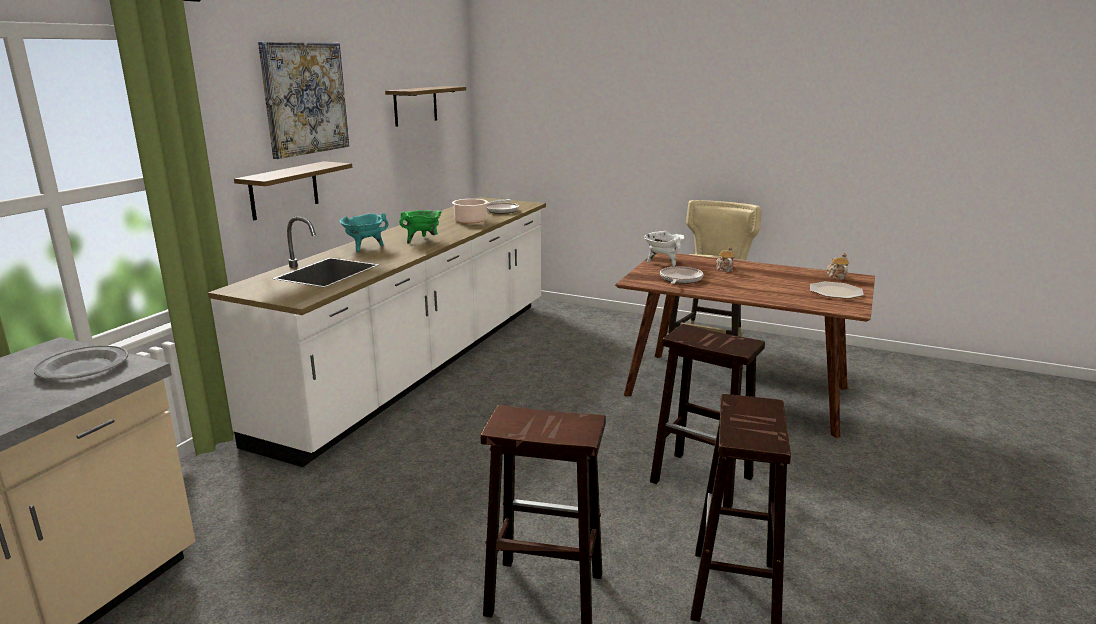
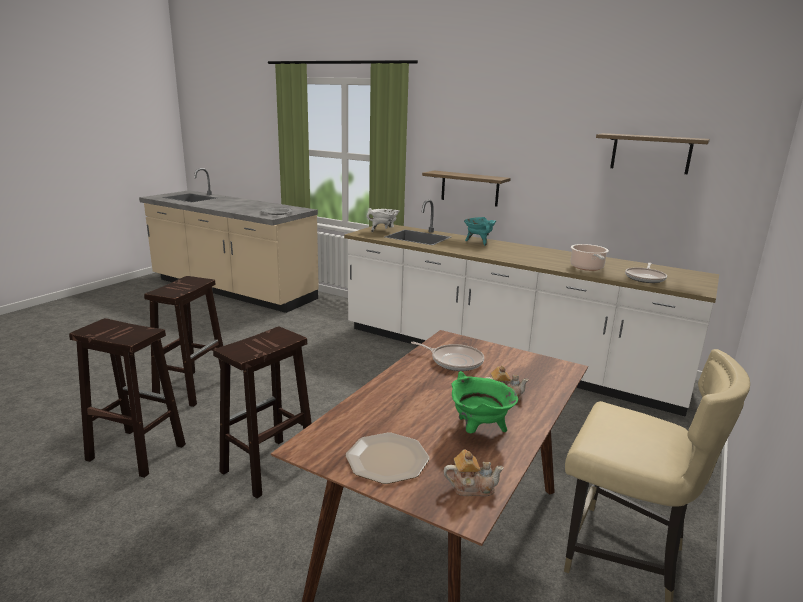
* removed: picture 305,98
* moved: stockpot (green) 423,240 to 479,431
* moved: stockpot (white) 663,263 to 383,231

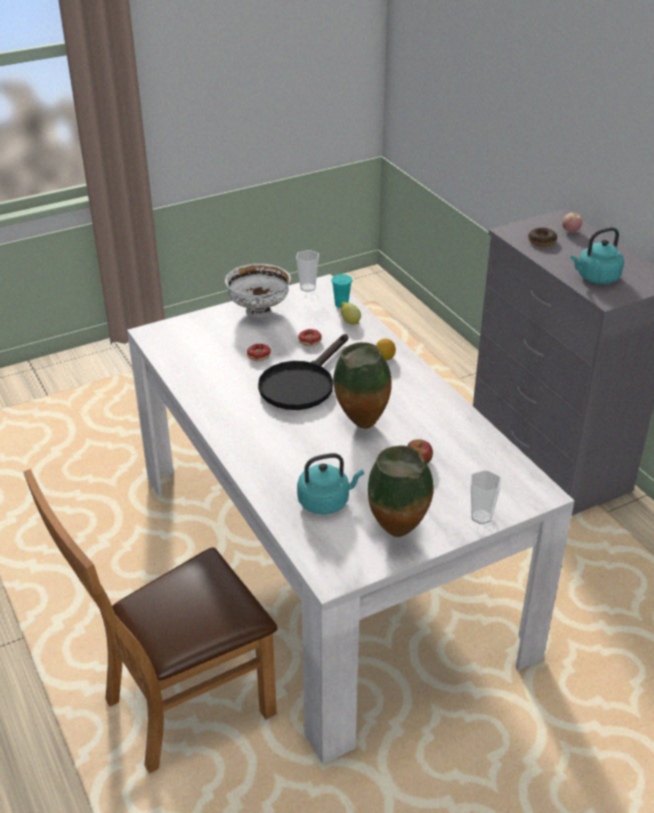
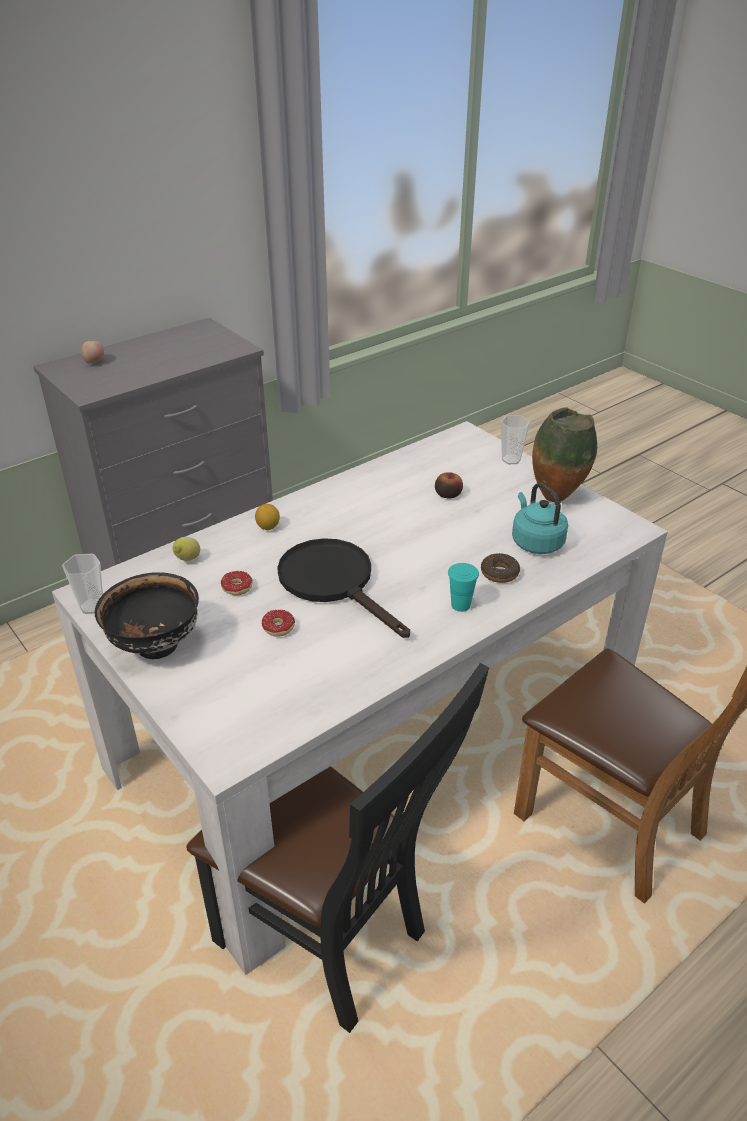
* removed: decorative vase 361,425
* removed: water kettle (turquoise-coloured) 596,278
* added: plain chair (black) 332,941
* moved: cup (turquoise-coloured) 341,304 to 460,605
* moved: doughnut 542,241 to 499,573
* recoloured: serving bowl (white) 258,310 to serving bowl (black) 155,647
* turned: skillet (black) 301,384 = 334,583 150 degrees counterclockwise

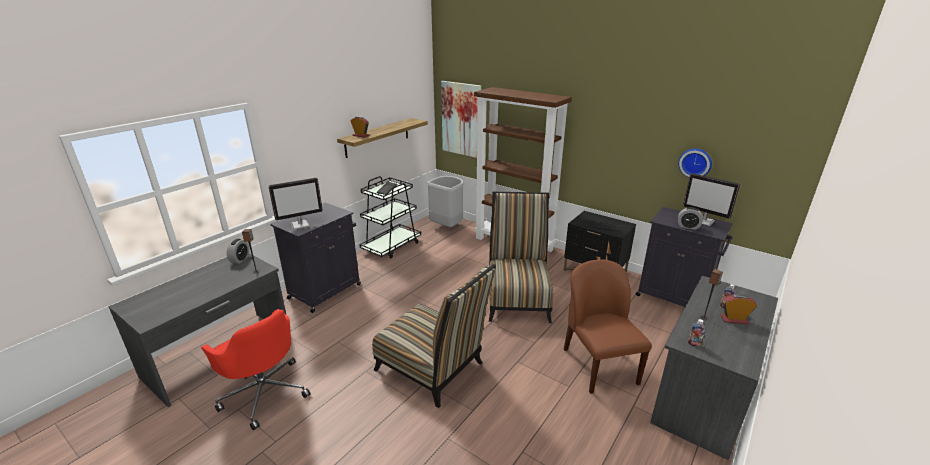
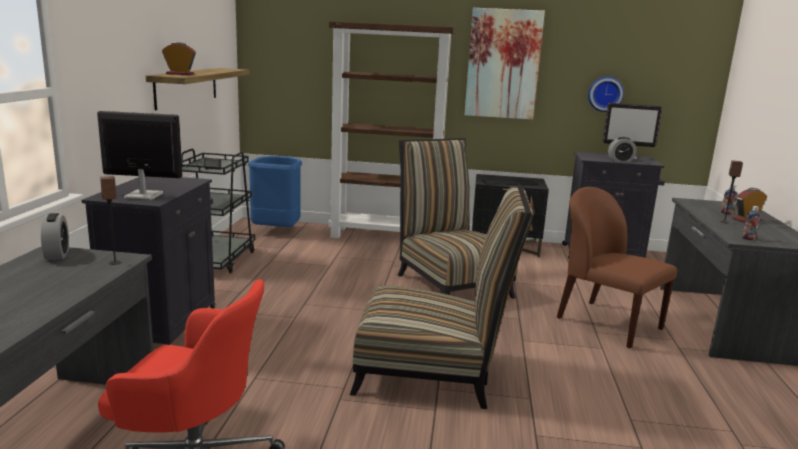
* moved: picture 461,119 to 503,64
* recoloured: trash can (greyish) 447,227 to trash can (blue-coloured) 277,231
* turned: computer screen 300,225 = 143,195 120 degrees counterclockwise

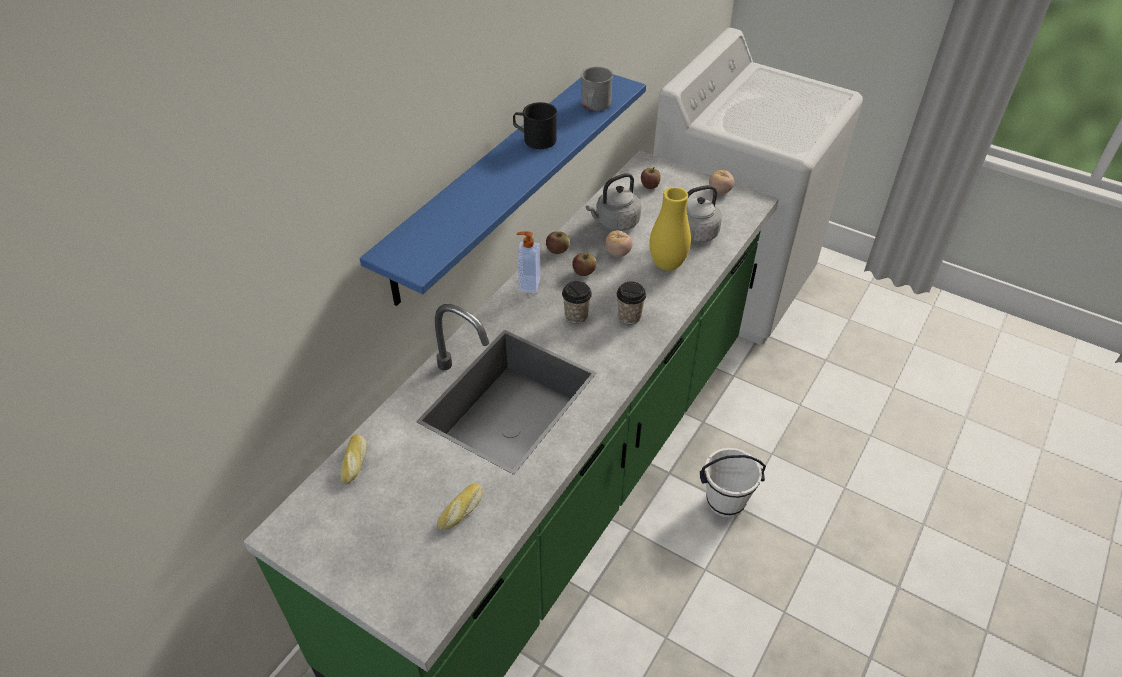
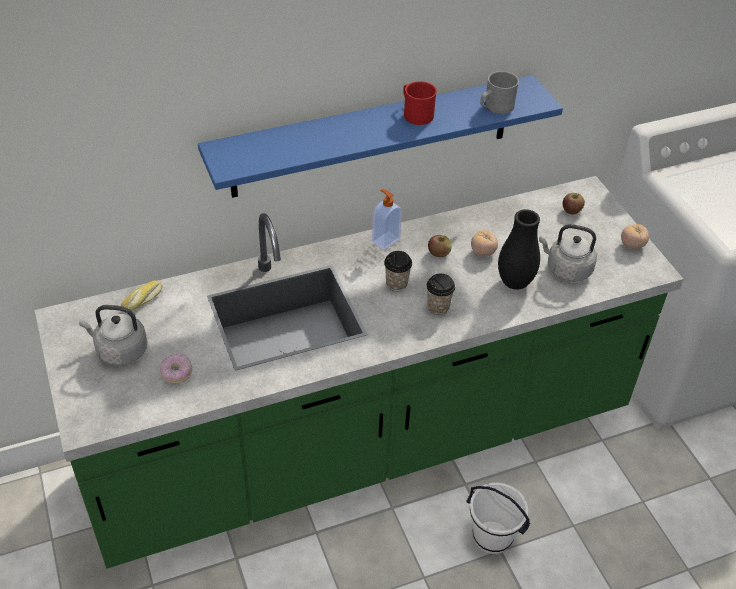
* removed: whole apple 557,250
* moved: water kettle (greyish) 615,223 to 119,350
* replaced: baked bread 461,511 to doughnut 176,373
* recoloured: coffee mug (black) 535,139 to coffee mug (red) 415,113
* recoloured: decorative vase (yellowish) 667,265 to decorative vase (black) 514,283

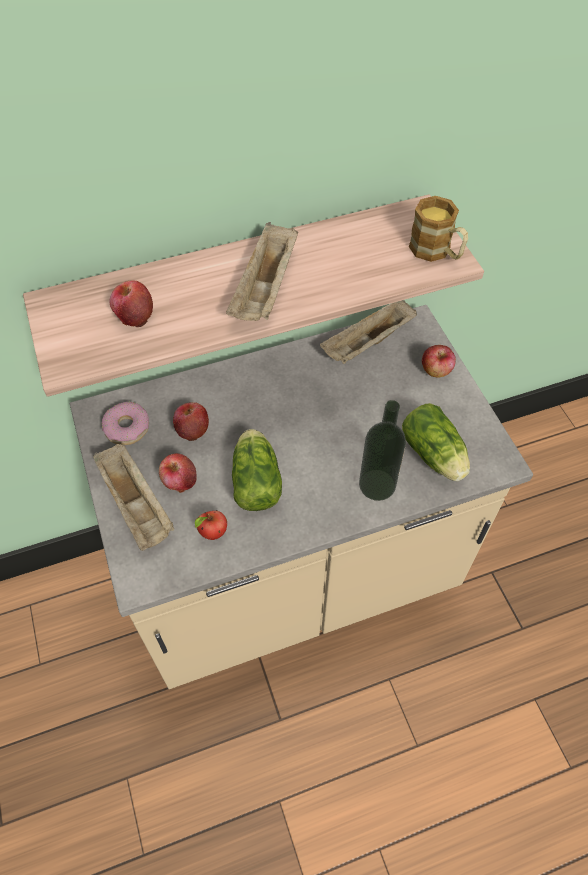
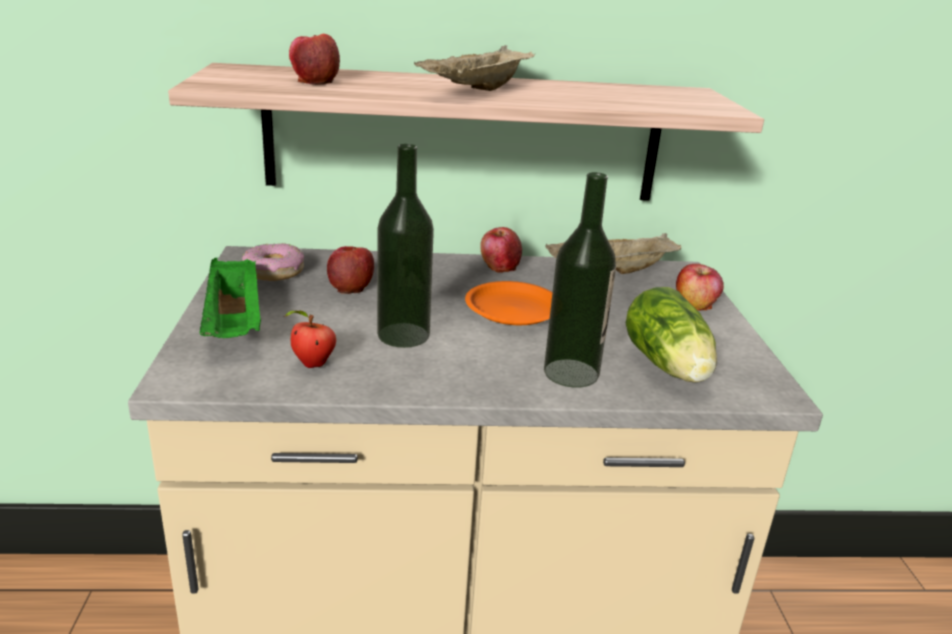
* removed: coffee mug 436,252
* added: dinner plate (orangey) 512,309
* moved: whole apple 179,481 to 499,266
* replaced: head of lettuce 256,479 to bottle 403,335
* recoloured: serving tray (sand-coloured) 137,506 to serving tray (green) 235,324

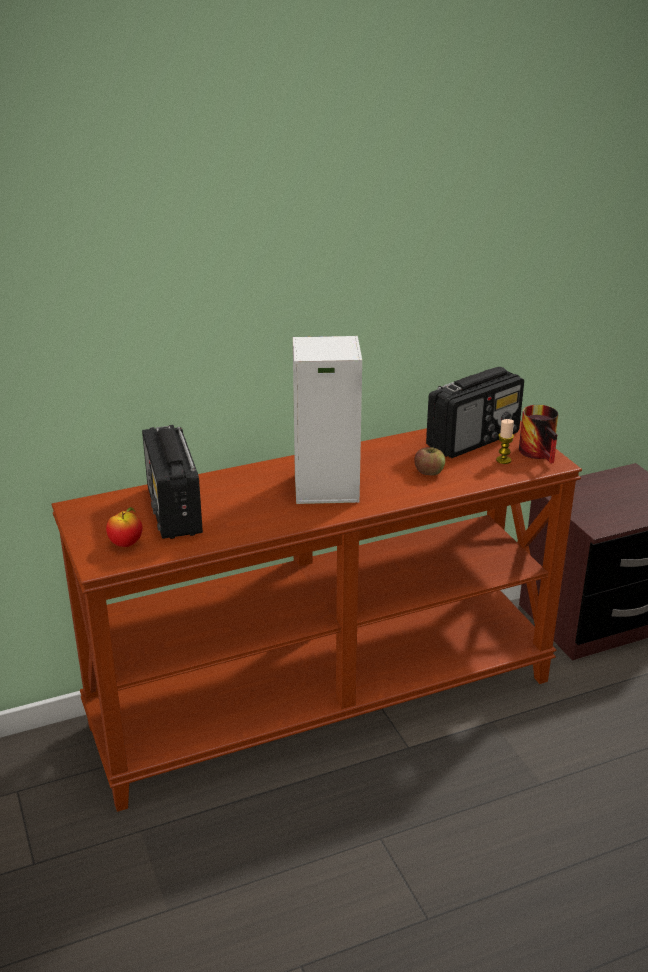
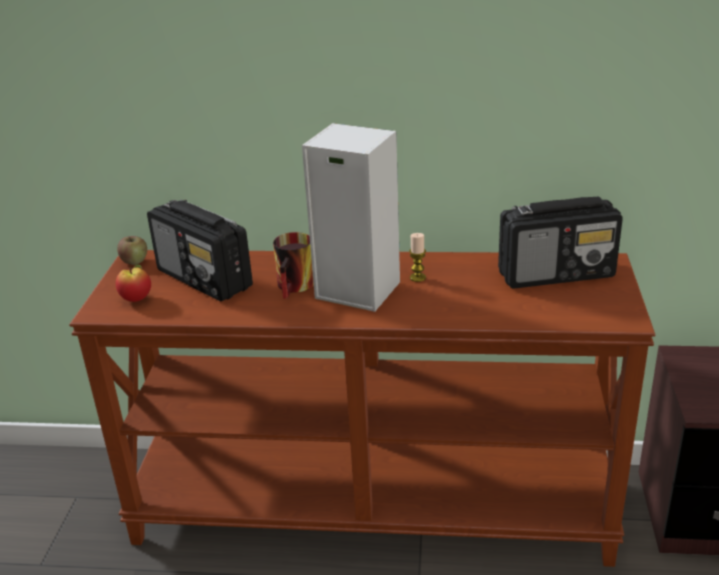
* moved: whole apple 429,472 to 134,261
* moved: candle 503,460 to 417,277
* moved: coffee mug 542,453 to 298,286
* turned: radio receiver 174,511 = 205,279 60 degrees counterclockwise

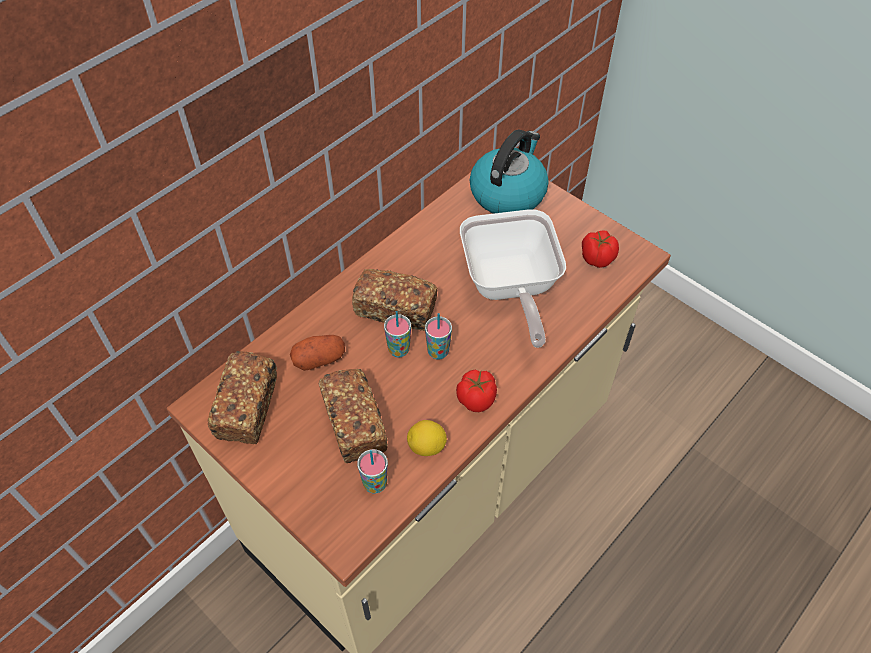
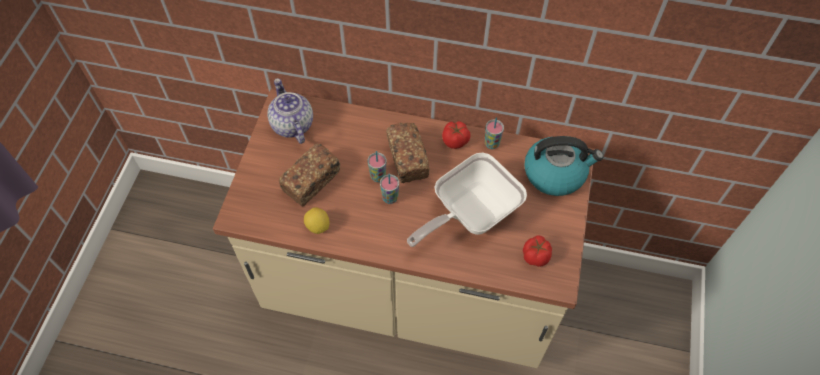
* removed: spud 319,359
* moved: cup 375,484 to 491,144
* moved: tomato 477,398 to 455,141
* replaced: baked bread 248,408 to teapot 291,125

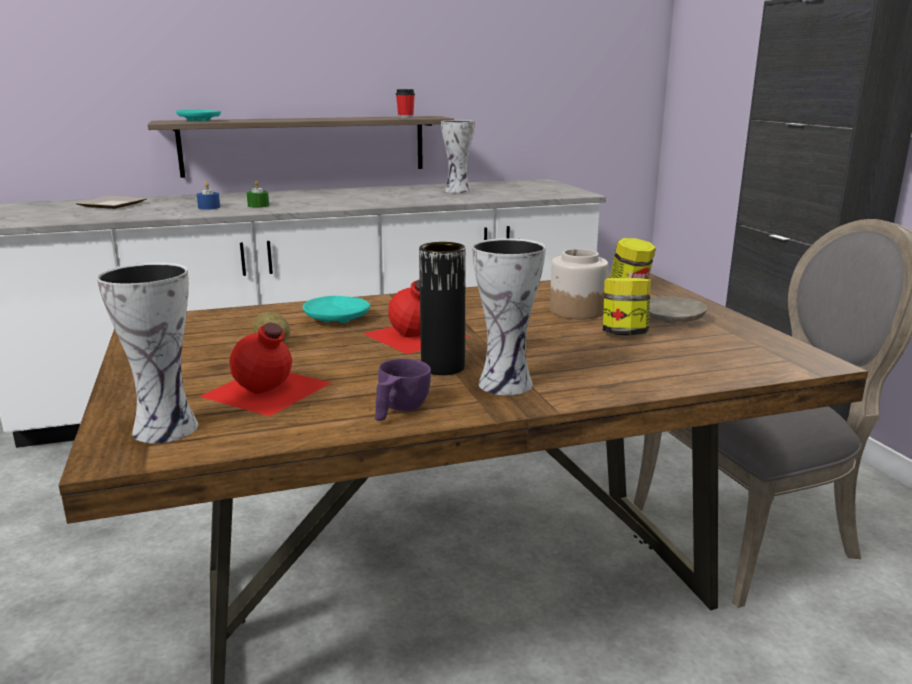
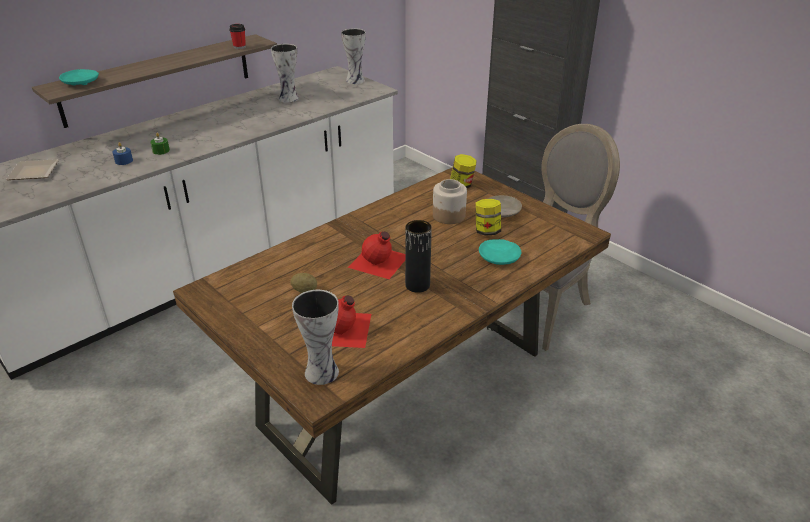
* removed: cup (purple-coloured) 398,410
* moved: dinner plate (turquoise-coloured) 338,318 to 499,257
* moved: decorative vase 508,384 to 356,80

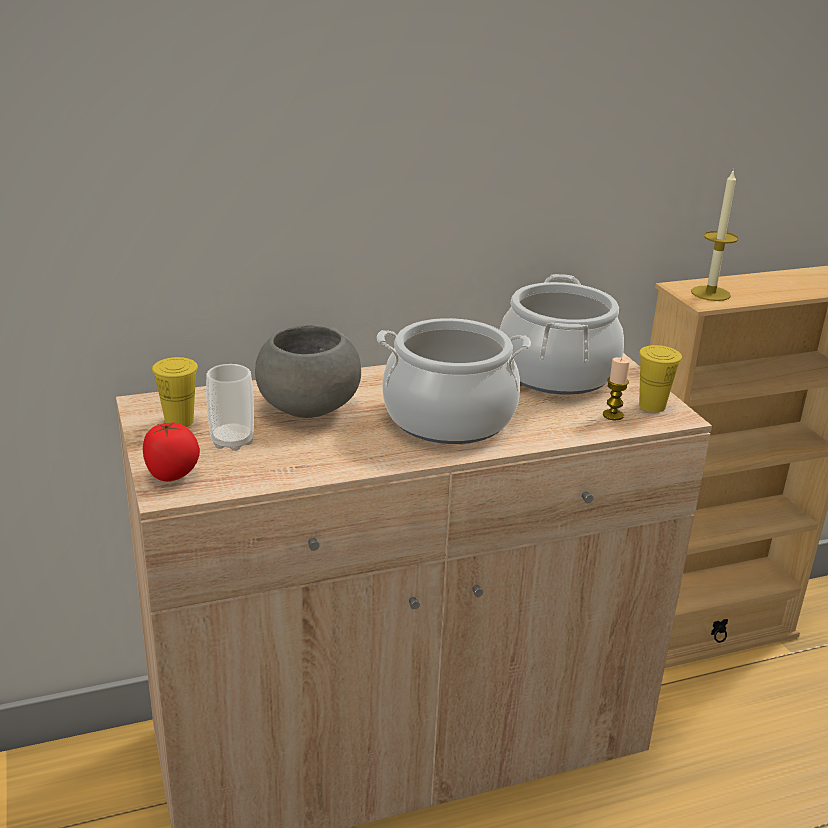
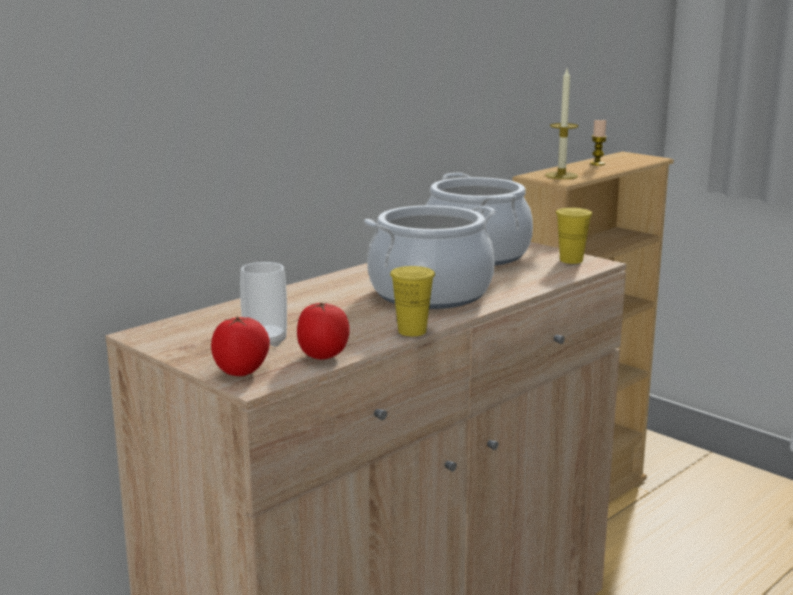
* removed: serving bowl (greyish) 308,408
* added: tomato 323,357
* moved: cup (yellowish) 179,422 to 412,331
* moved: candle 613,415 to 597,164

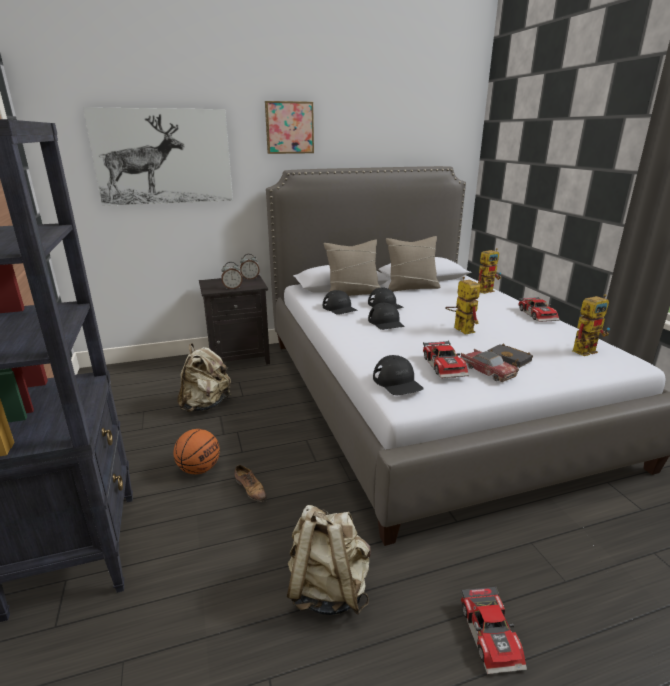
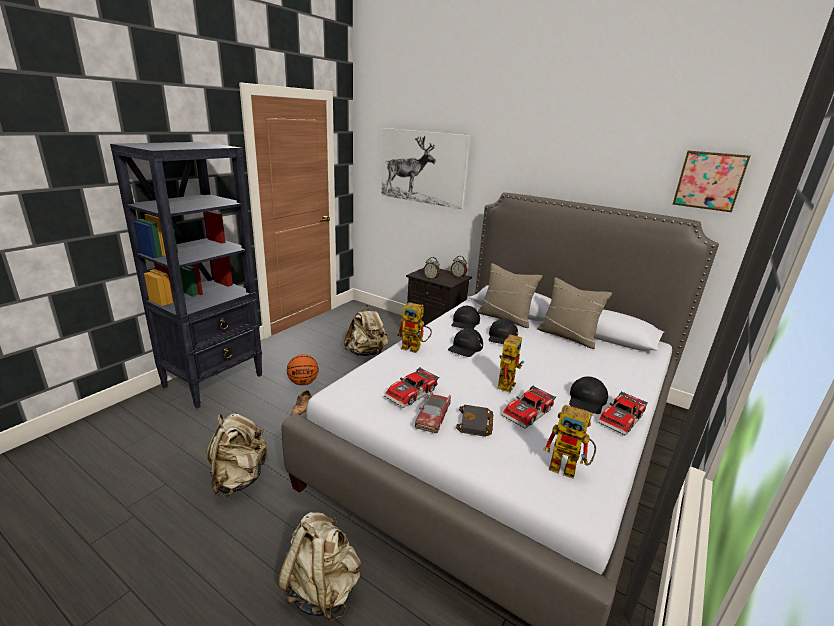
* added: rucksack (sand-coloured) 322,589
* moved: picture 289,128 to 709,180
* moved: cap (black) 397,382 to 587,400
* moved: miniature car 492,634 to 529,413
* moved: toy robot 486,290 to 415,348

